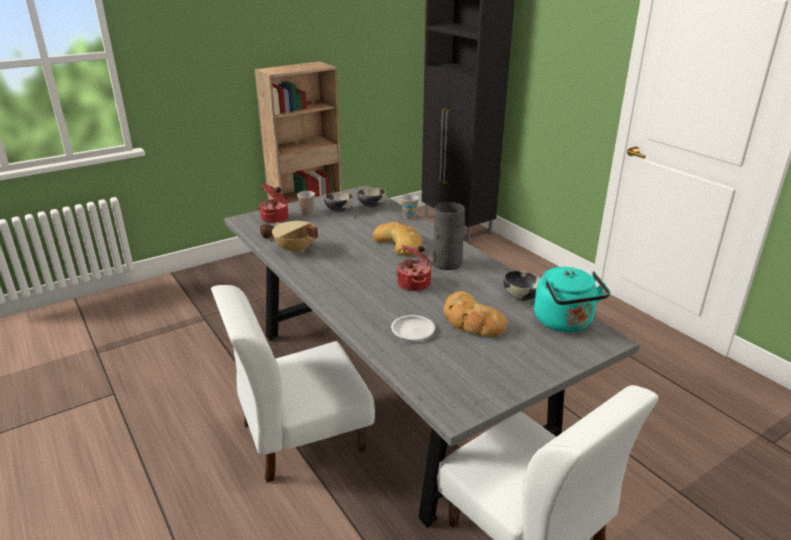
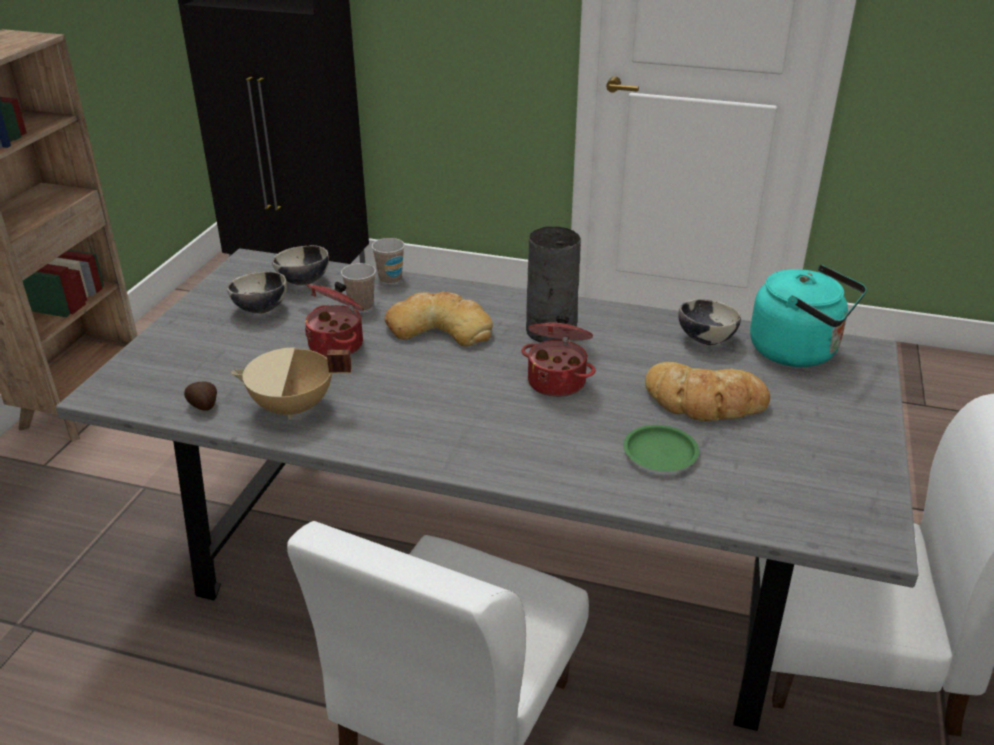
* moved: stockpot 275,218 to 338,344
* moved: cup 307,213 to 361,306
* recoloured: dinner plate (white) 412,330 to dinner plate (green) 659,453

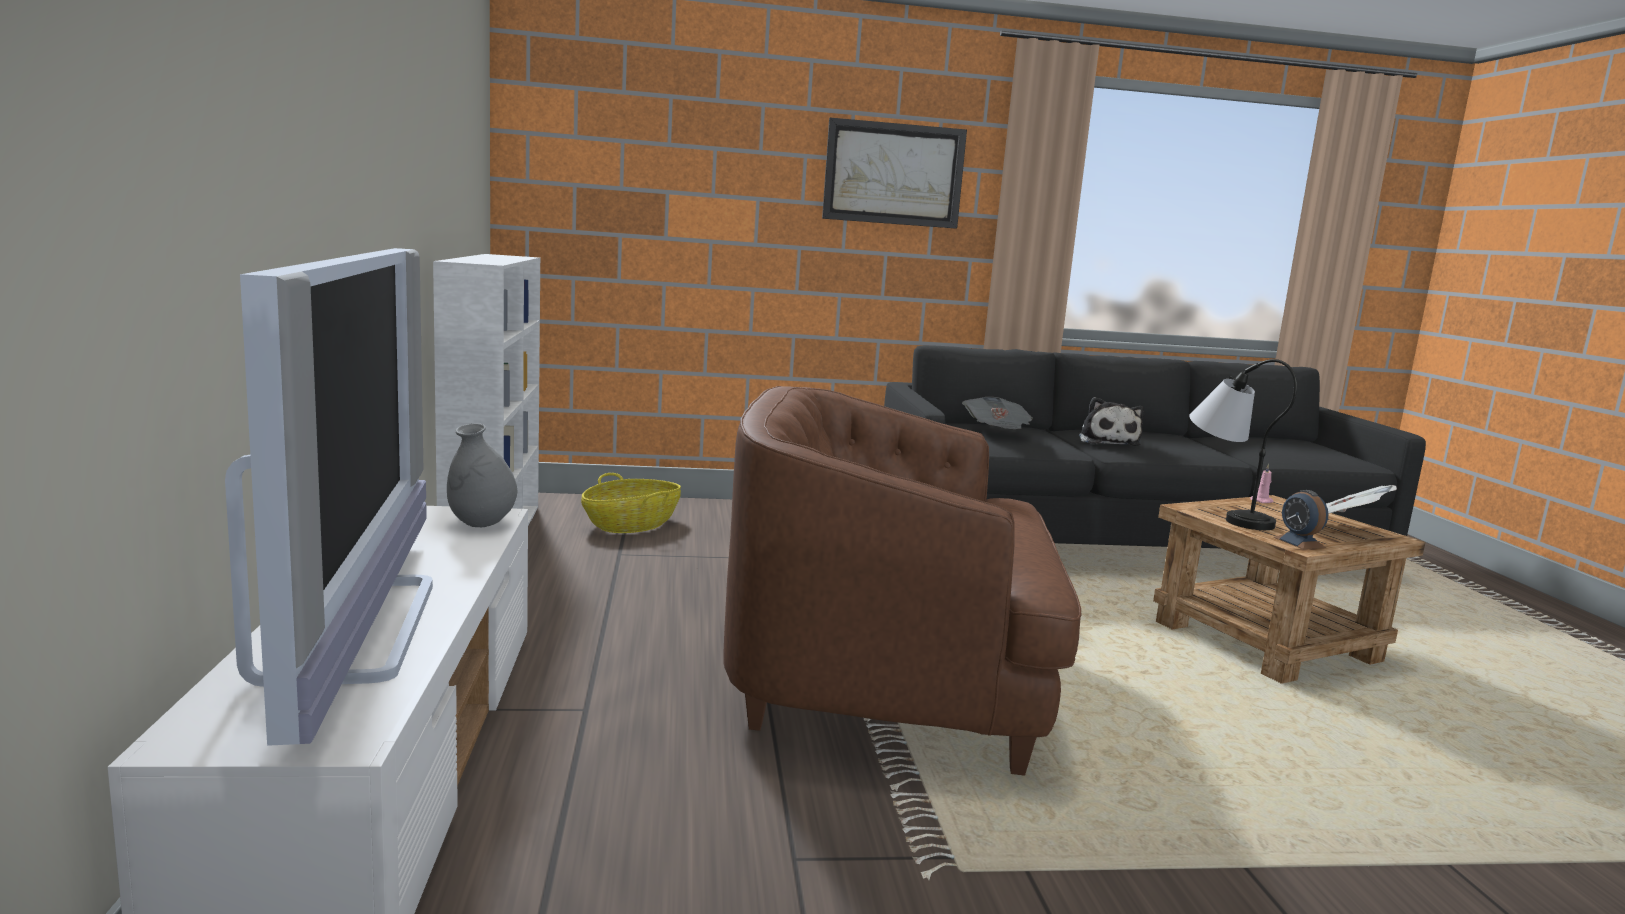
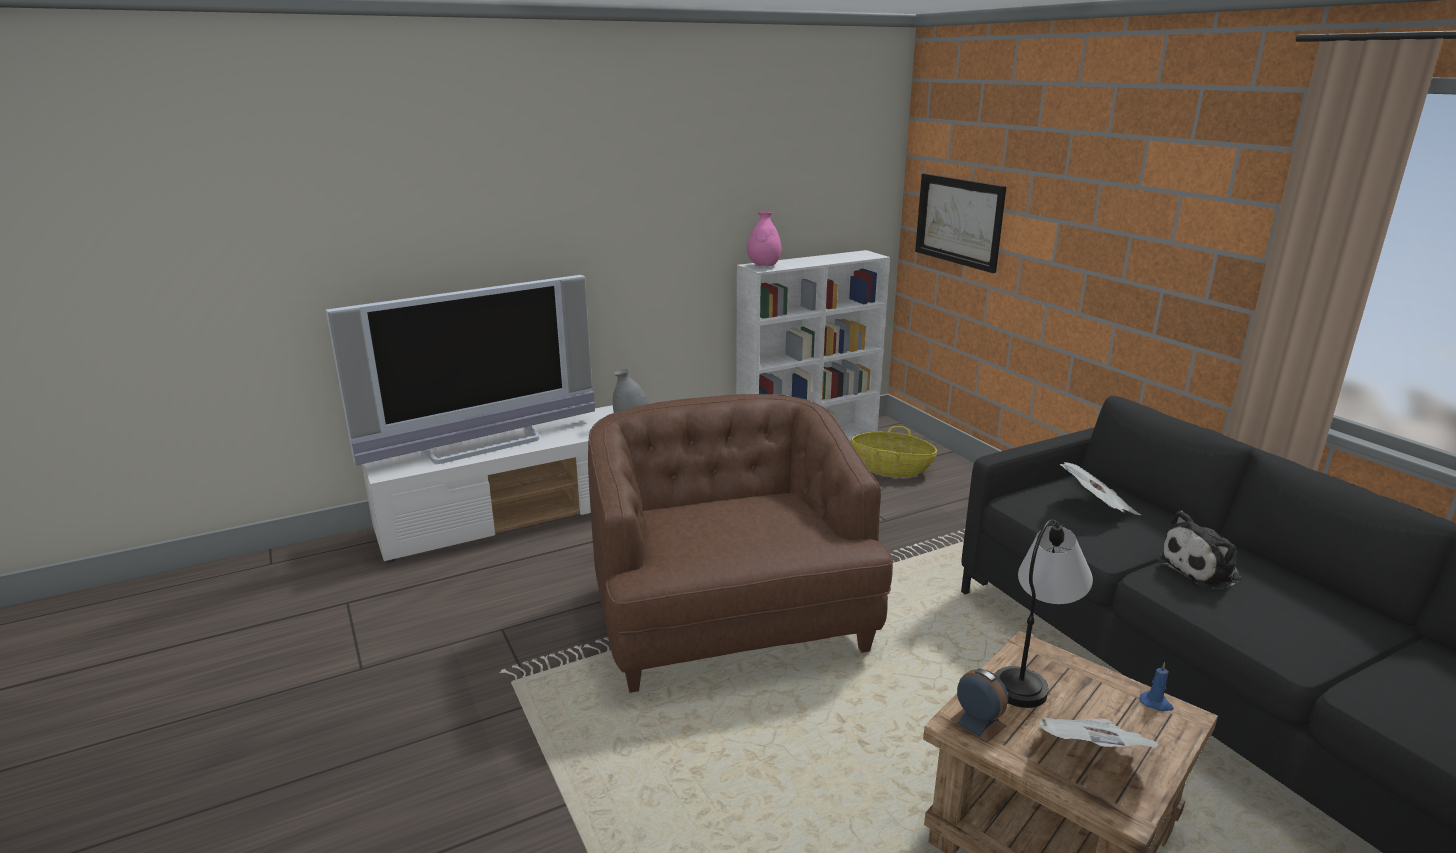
* added: decorative vase (pink-coloured) 763,266
* moved: picture 893,174 to 959,221
* recoloured: candle (pink-coloured) 1262,501 to candle (blue-coloured) 1156,703
* turned: alarm clock 1299,542 = 978,722 90 degrees clockwise

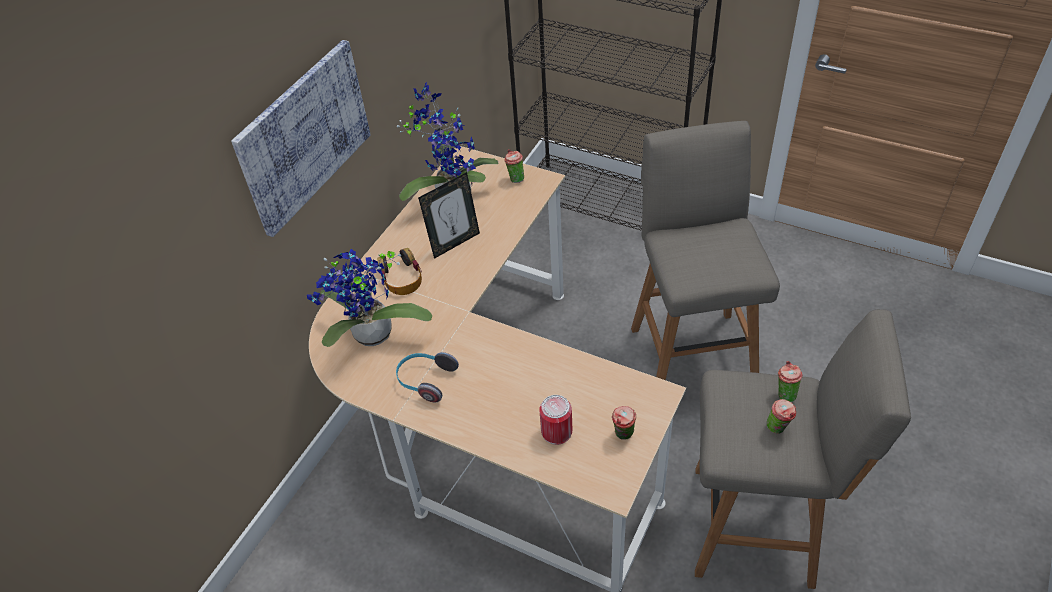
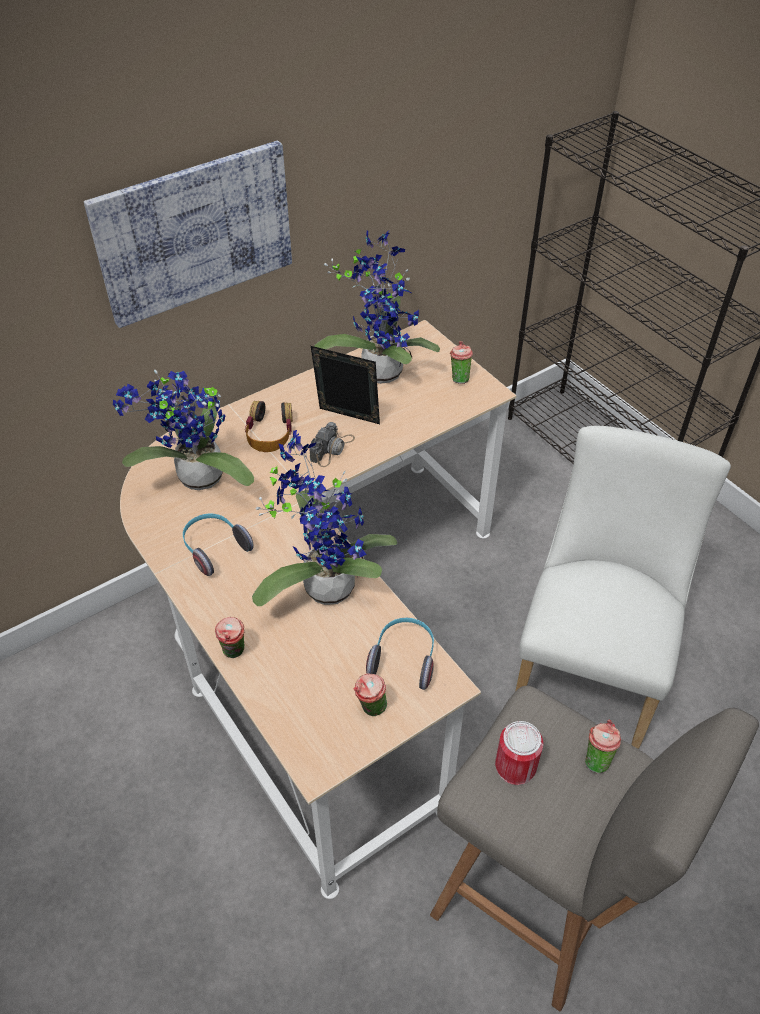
* added: houseplant 324,583
* added: photo camera 332,449
* added: headphones 404,659
* moved: metal can 556,431 to 515,766
* moved: cup 778,429 to 234,653
* replaced: stool (greyish) 691,353 to plain chair (white) 590,663
* turned: standing frame 454,243 = 347,419 150 degrees counterclockwise

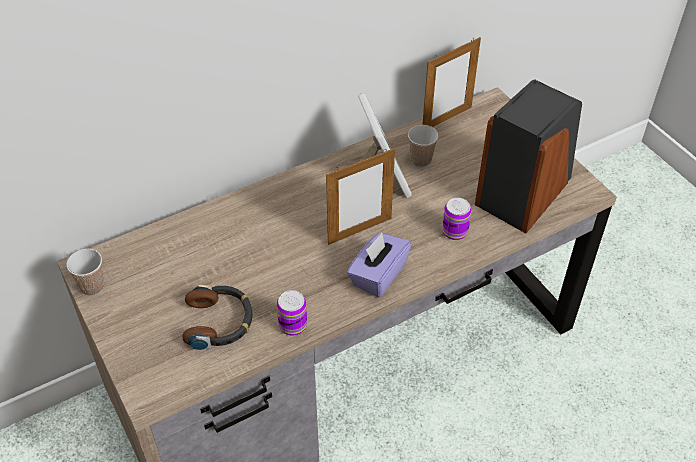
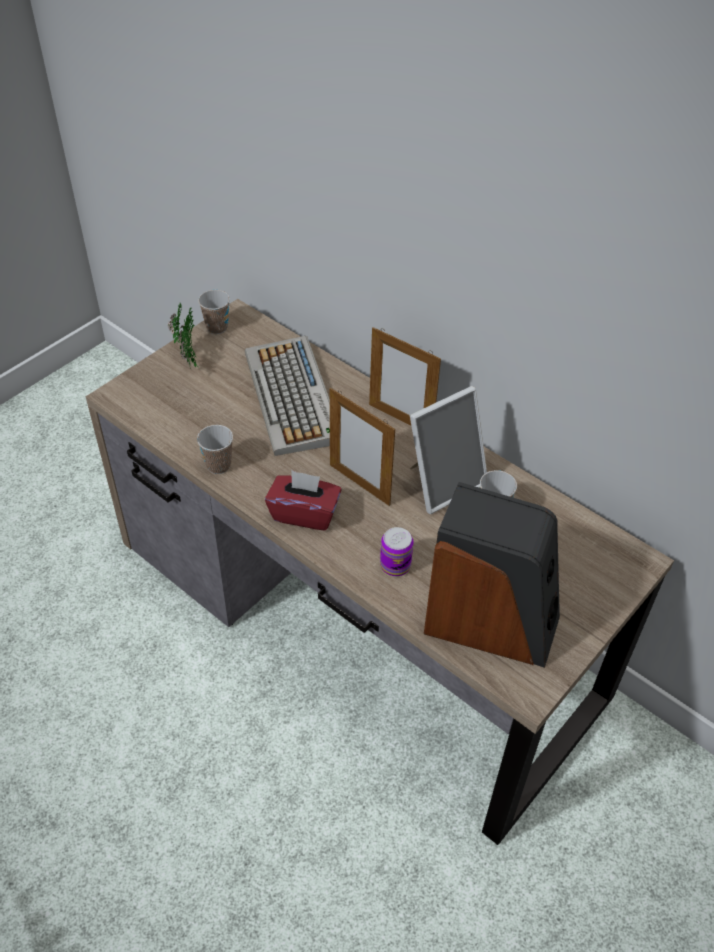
* removed: headphones 219,322
* added: houseplant 187,359
* added: keyboard 293,397
* moved: standing frame 446,119 to 400,419
* replaced: metal can 293,325 to cup 218,465
* recoloured: box of tissues (purple-coloured) 378,275 to box of tissues (red) 304,513

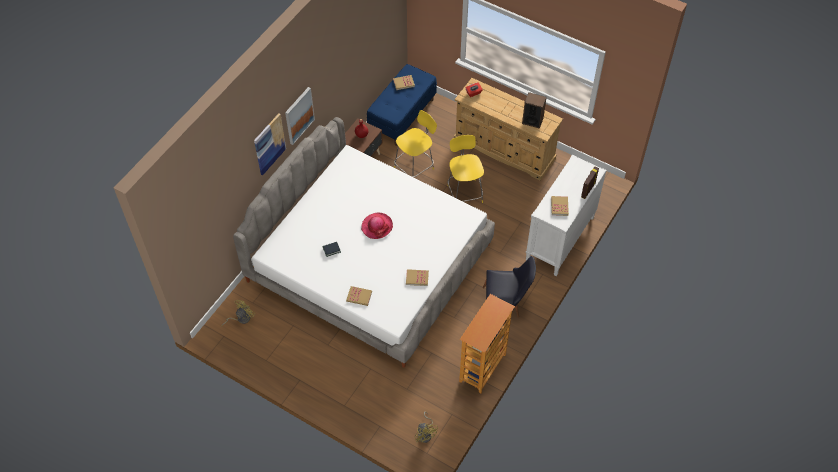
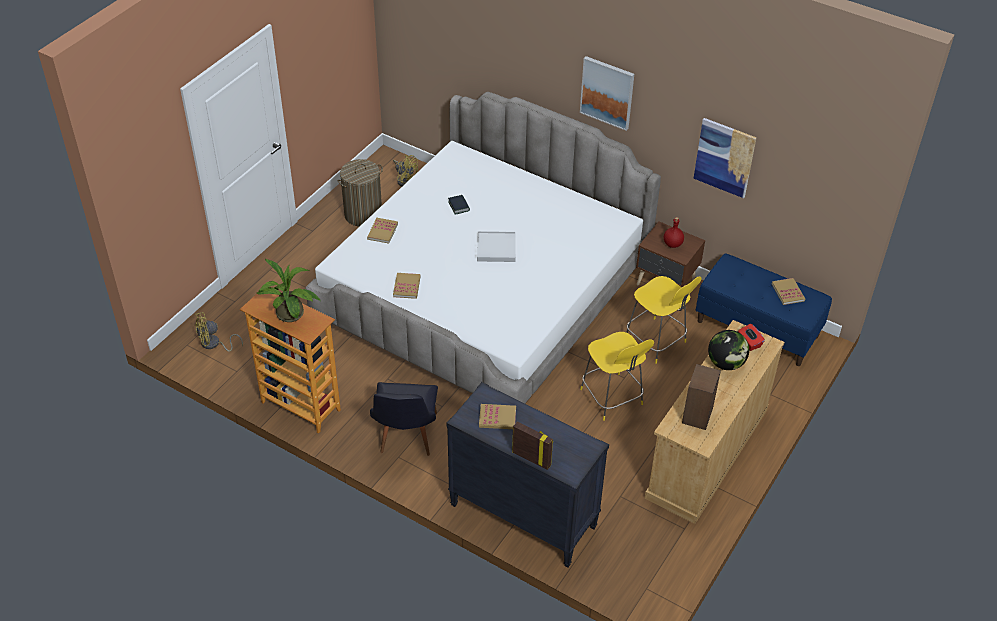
* added: houseplant 292,316
* added: washing basket 363,214
* added: globe 725,363
* moved: picture 269,144 to 724,157
* replaced: wearable hat 377,226 to serving tray (white) 496,248
* recoloured: chest of drawers (white) 560,240 to chest of drawers (black) 522,516
* turned: plain chair (yellowish) 464,192 = 612,398 75 degrees clockwise

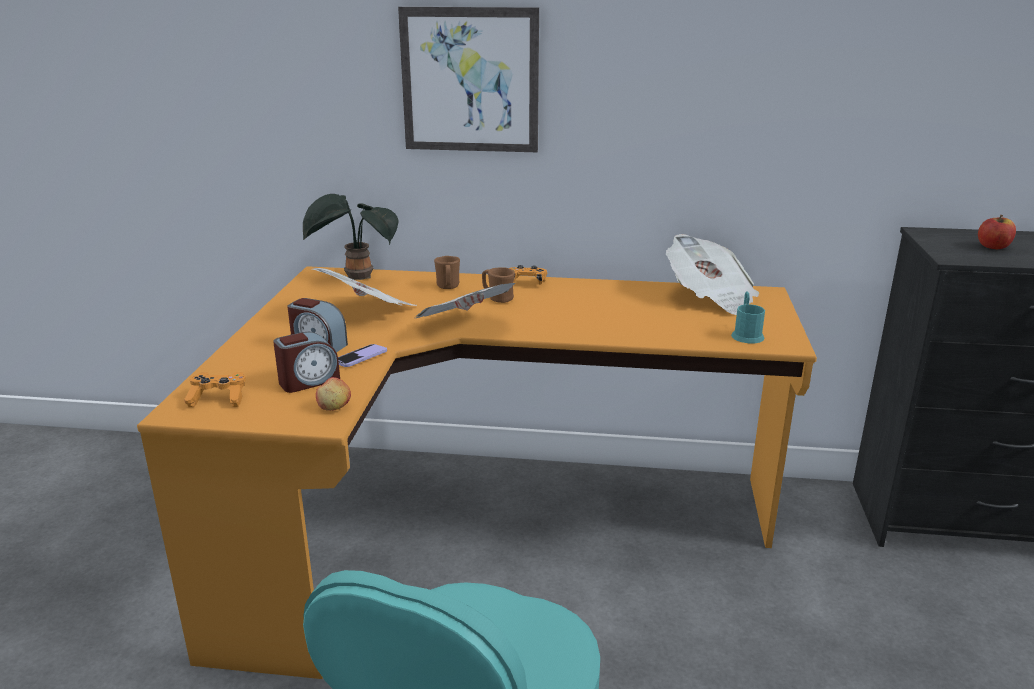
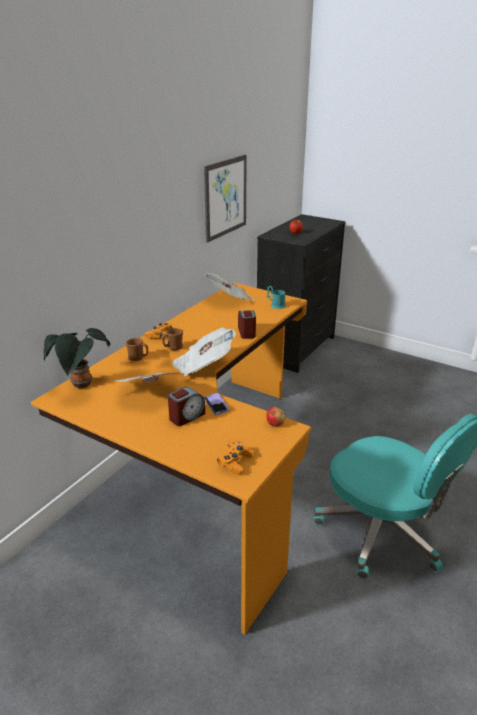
* moved: alarm clock 309,381 to 247,332
* moved: picture 470,80 to 225,197

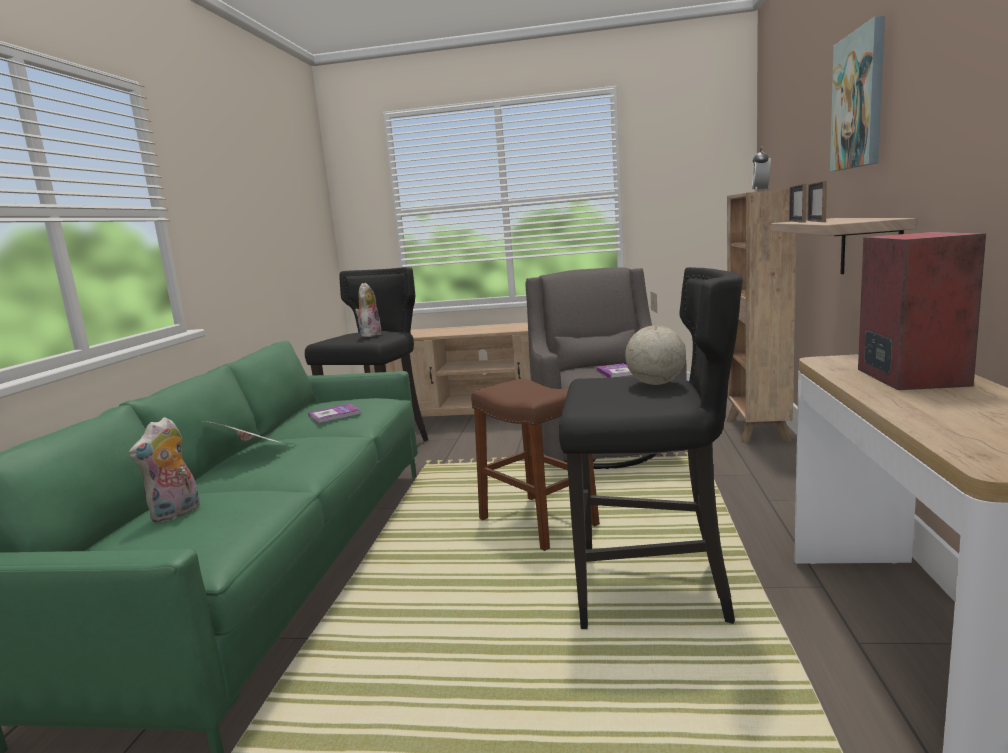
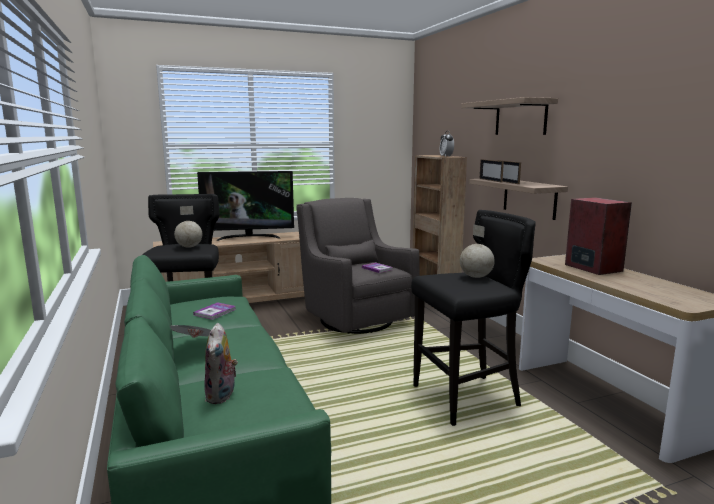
* removed: stool (brown-coloured) 538,522
* added: TV 249,237
* replaced: plush toy 370,335 to globe 189,247
* replaced: picture 859,100 to wall shelf 520,118

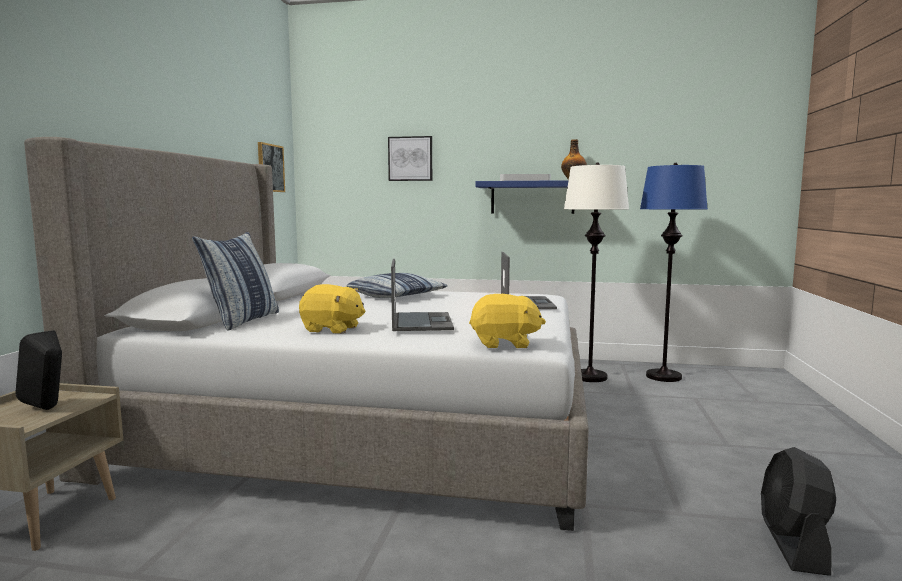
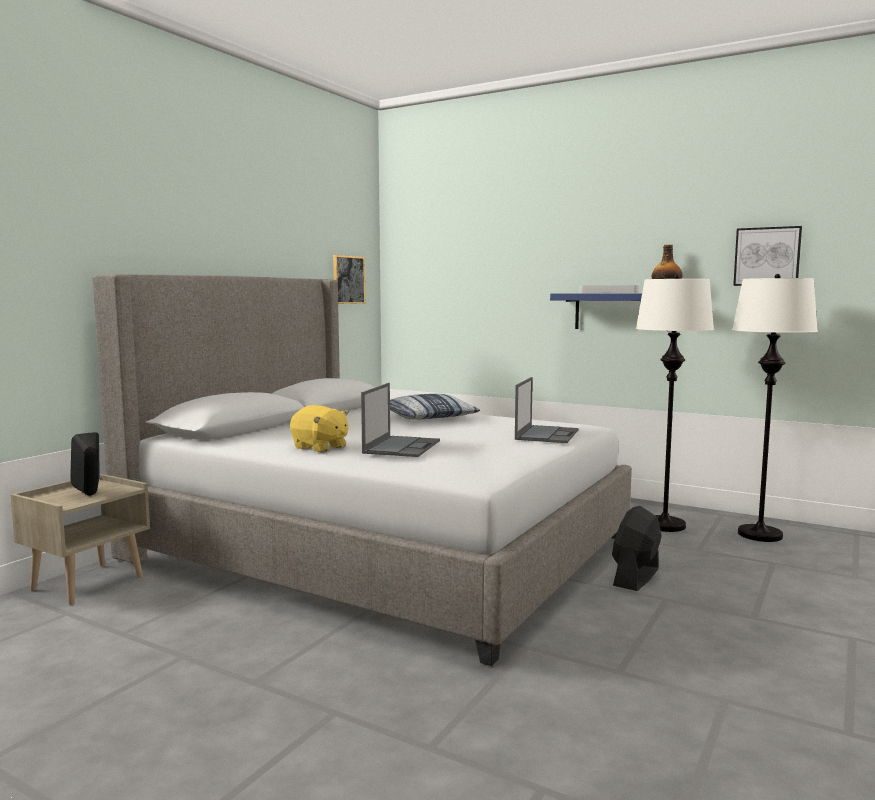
* removed: pillow 242,320
* removed: plush toy (yellowish) 505,344
* moved: picture 410,158 to 767,256
* moved: cooling fan (black) 793,545 to 636,577
* recoloured: floor lamp (blue-coloured) 663,377 to floor lamp (white) 759,535

